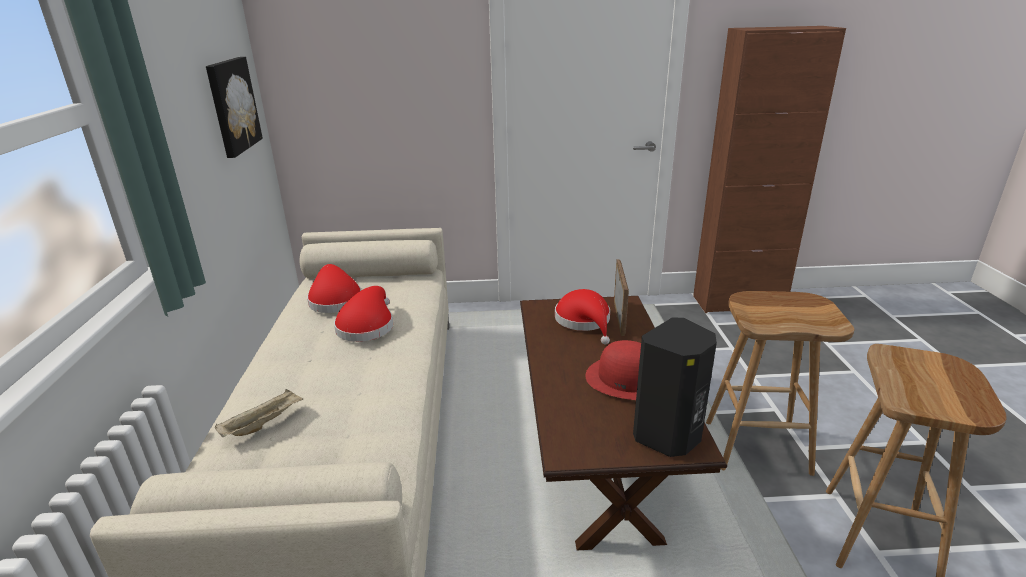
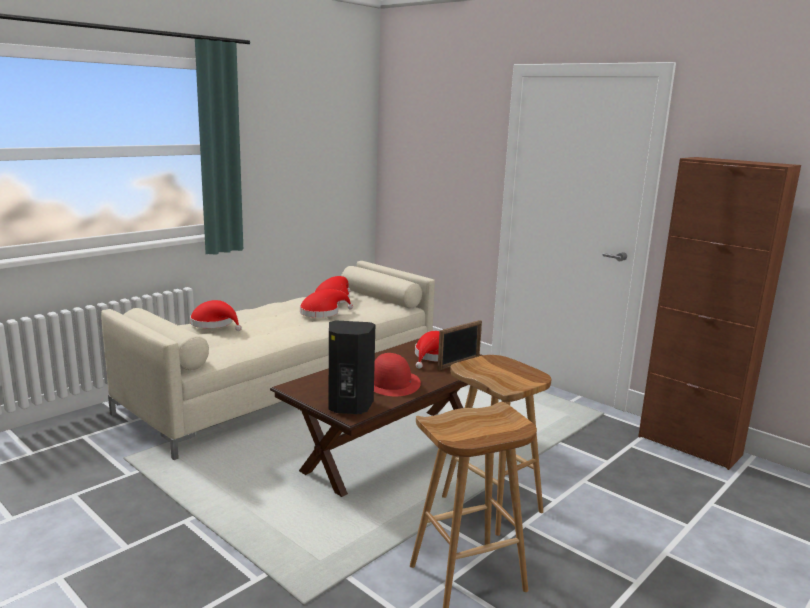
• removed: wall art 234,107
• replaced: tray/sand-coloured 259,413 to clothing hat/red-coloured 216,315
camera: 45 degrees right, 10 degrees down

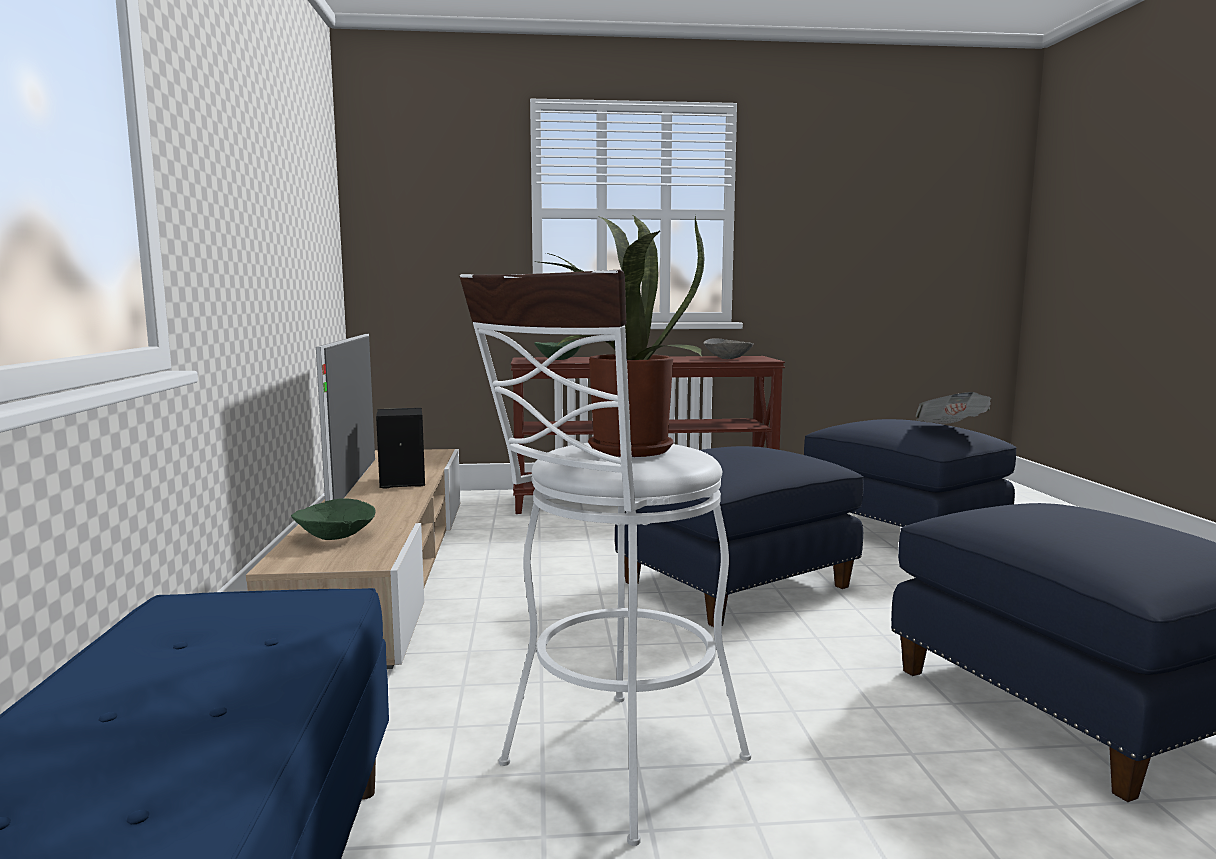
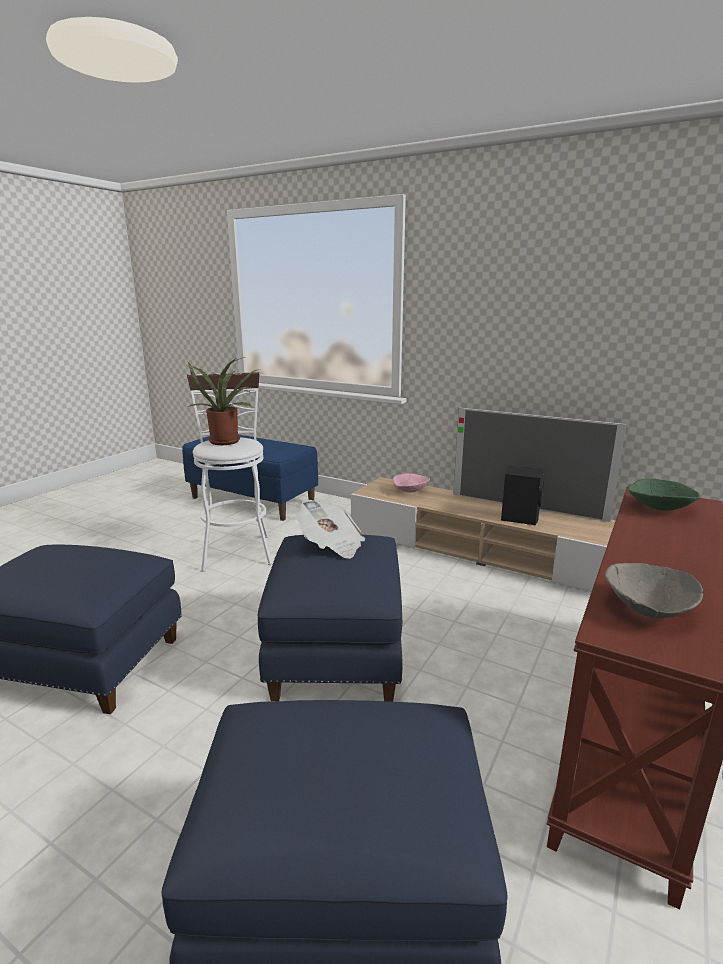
• moved: daily paper 953,408 to 330,529
• recoloured: bowl/greenish 333,519 to bowl/pinkish 411,482
camera: 125 degrees right, 10 degrees up

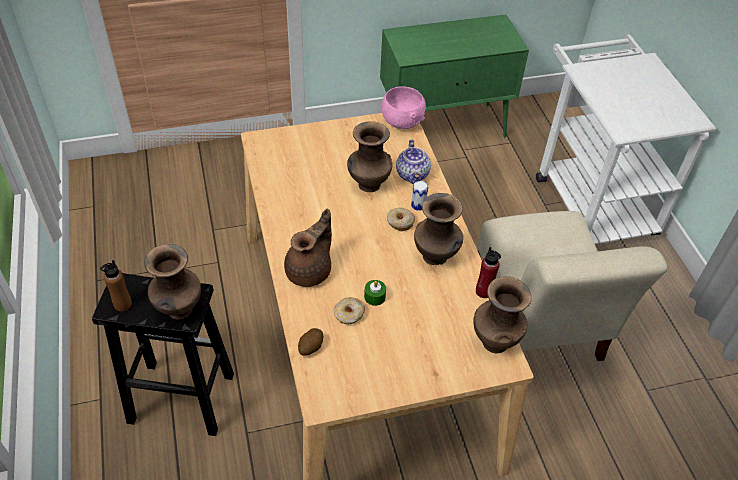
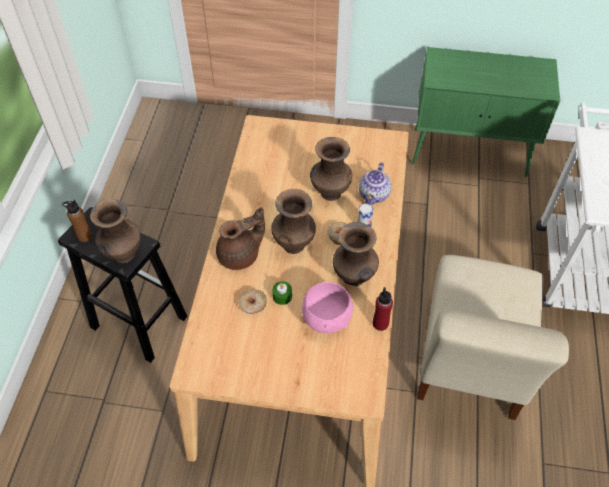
• moved: bowl/pinkish 404,107 to 327,307
• moved: vase/brownish 502,315 to 293,221
• removed: whole potato 310,342
camera: 25 degrees right, 5 degrees up

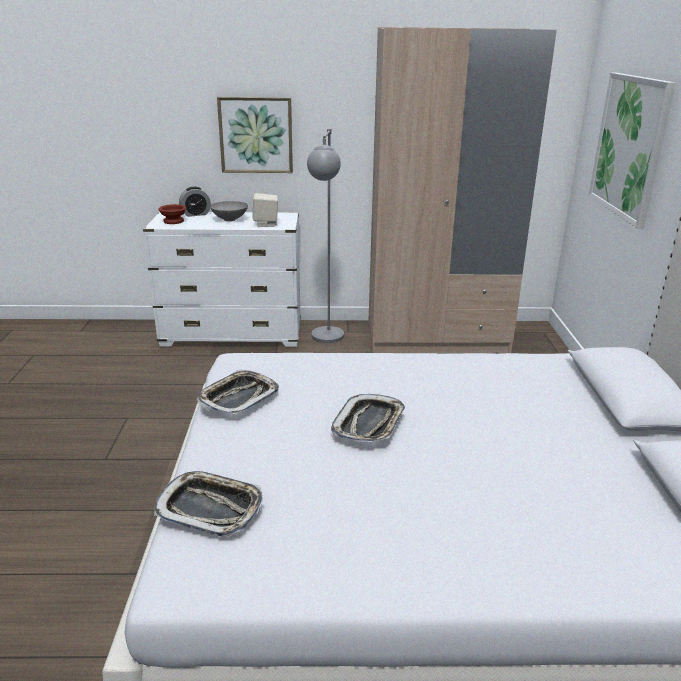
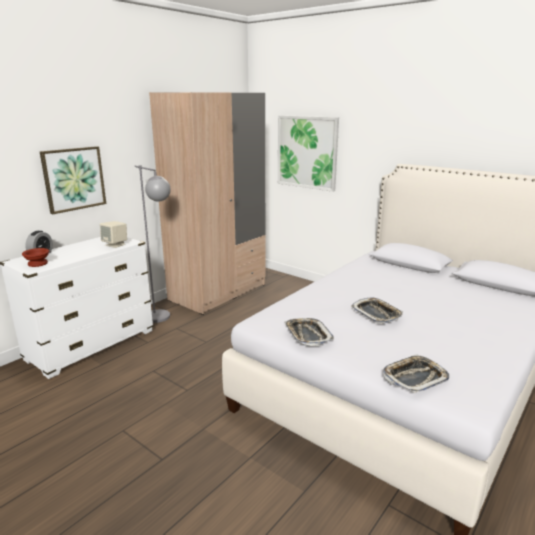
• removed: bowl/grey 229,211
camera: 50 degrees left, 5 degrees down

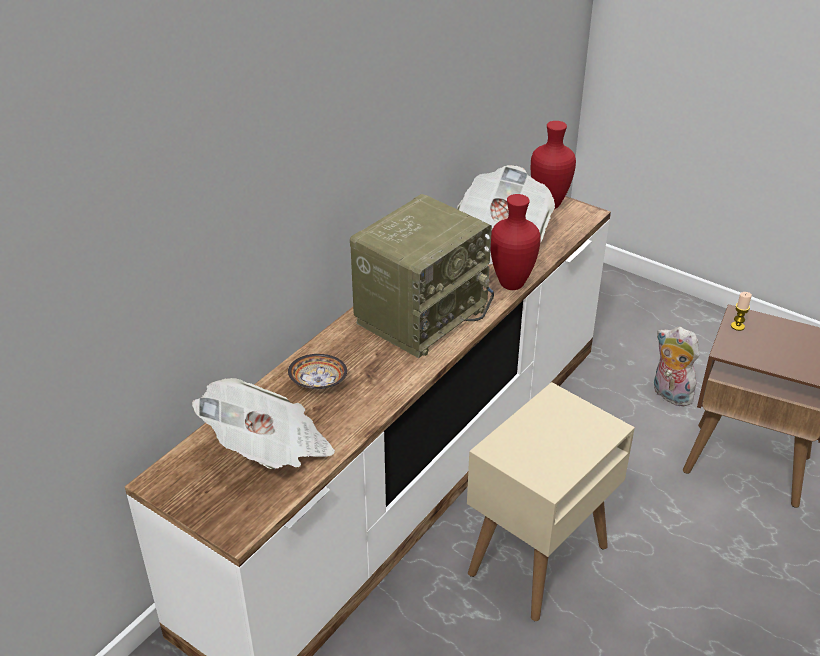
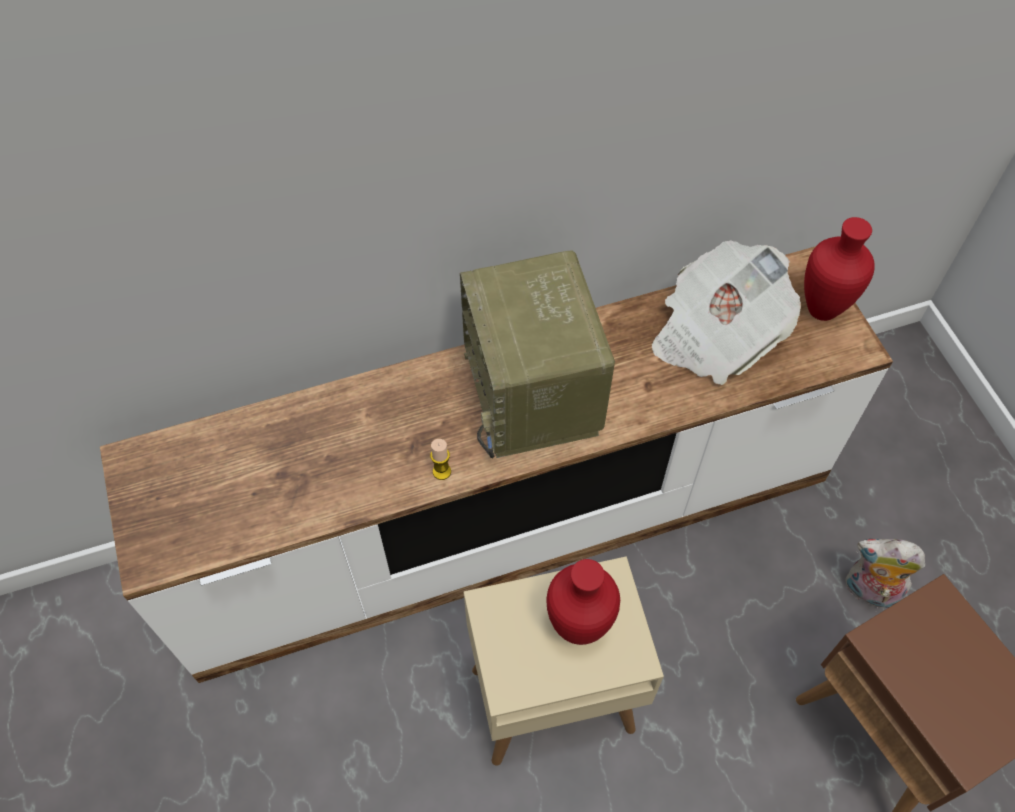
• turned: radio set 422,276 = 537,355 90 degrees clockwise
• moved: vase/red-coloured 516,242 to 583,602
• moved: candle 741,311 to 440,459
• turned: plush toy 677,366 = 885,573 60 degrees counterclockwise
• removed: bowl 317,371
• removed: daily paper 263,424
camera: 35 degrees right, 20 degrees up

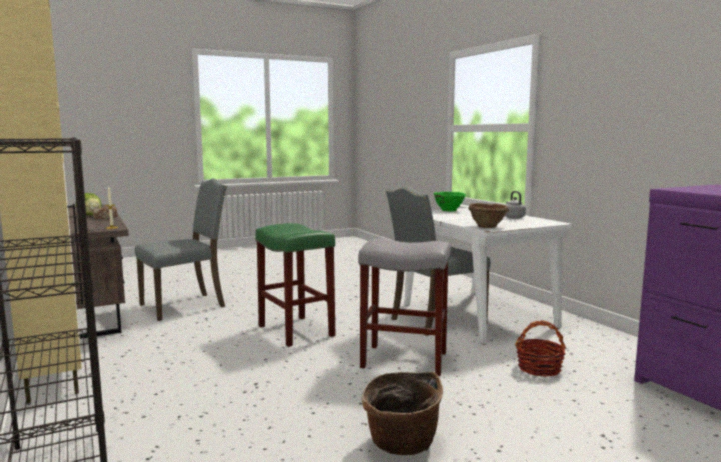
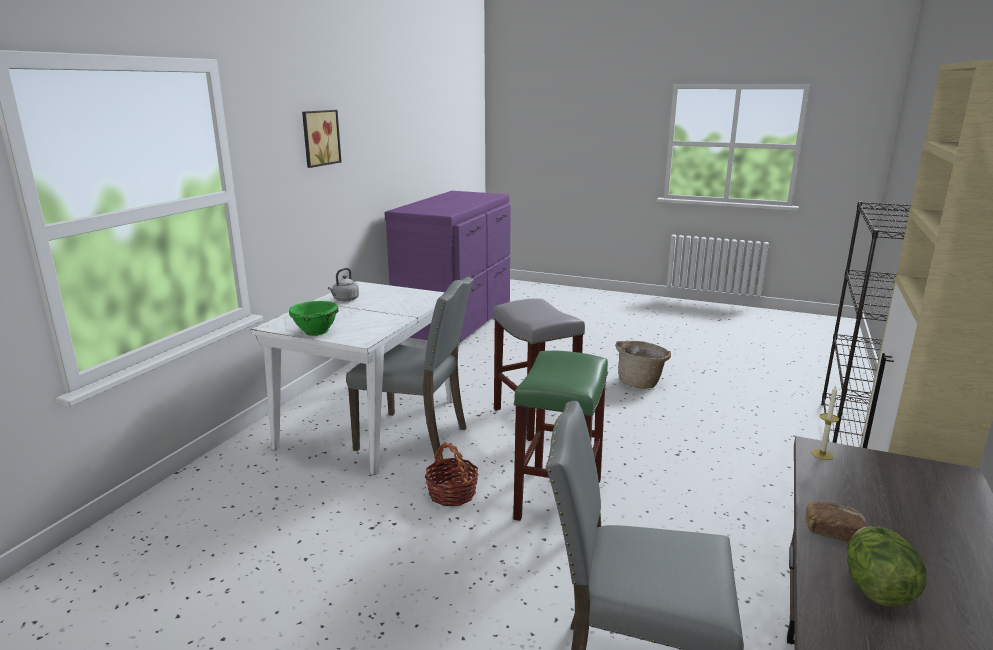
• removed: bowl/brownish 488,215
• moved: household basket 540,348 to 452,474
• added: wall art 321,139
camera: 130 degrees left, 10 degrees up

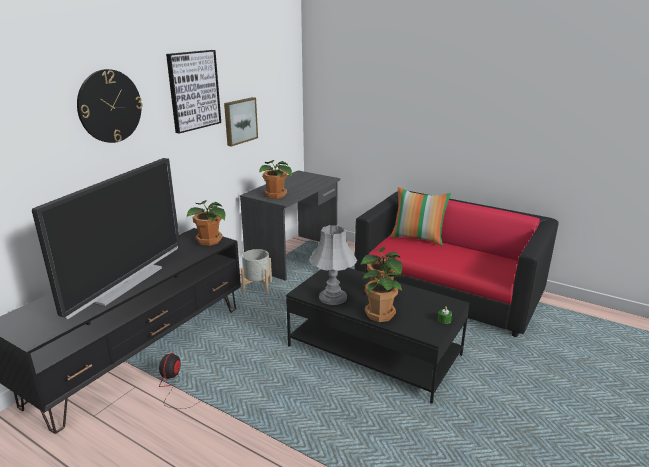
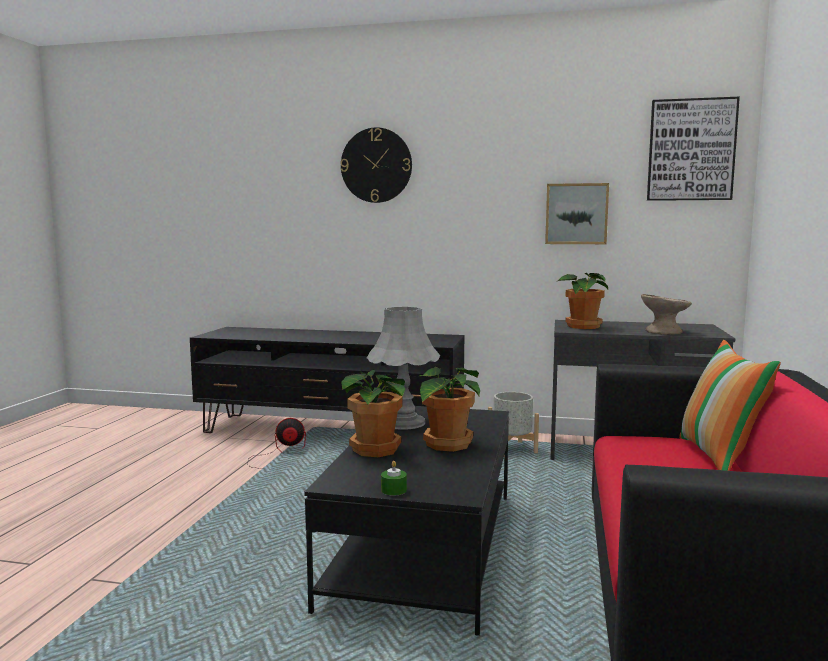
• moved: wall art 193,92 to 693,149
• removed: television 106,238
• removed: houseplant 206,223
• added: bowl/sand-coloured 666,314
camera: 70 degrees right, 15 degrees down

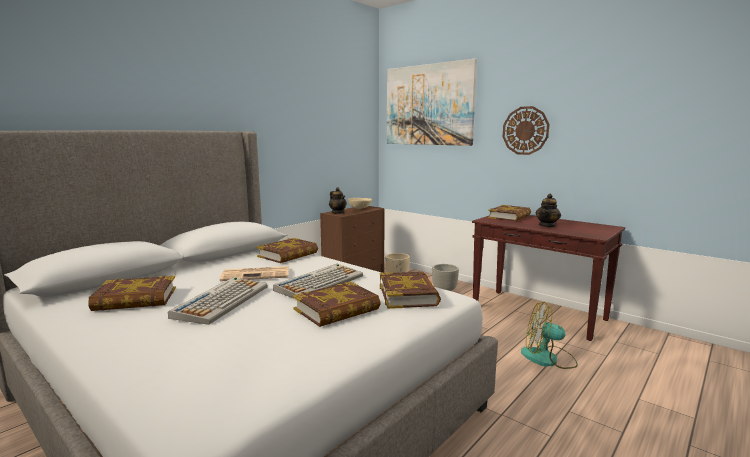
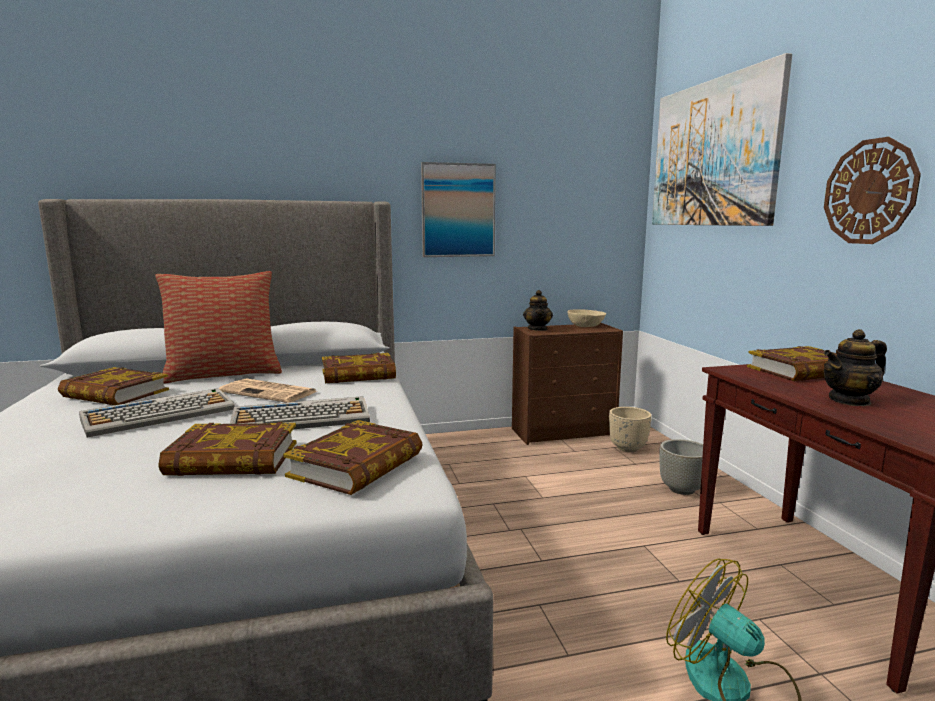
• added: wall art 458,209
• added: cushion 218,327
camera: 35 degrees right, 0 degrees up

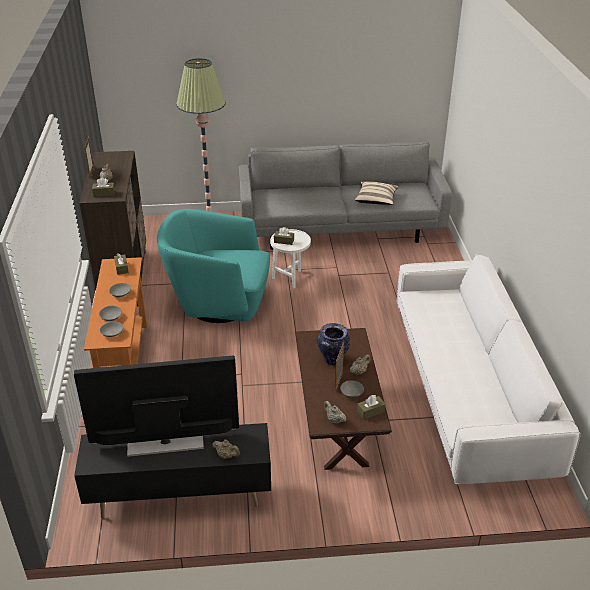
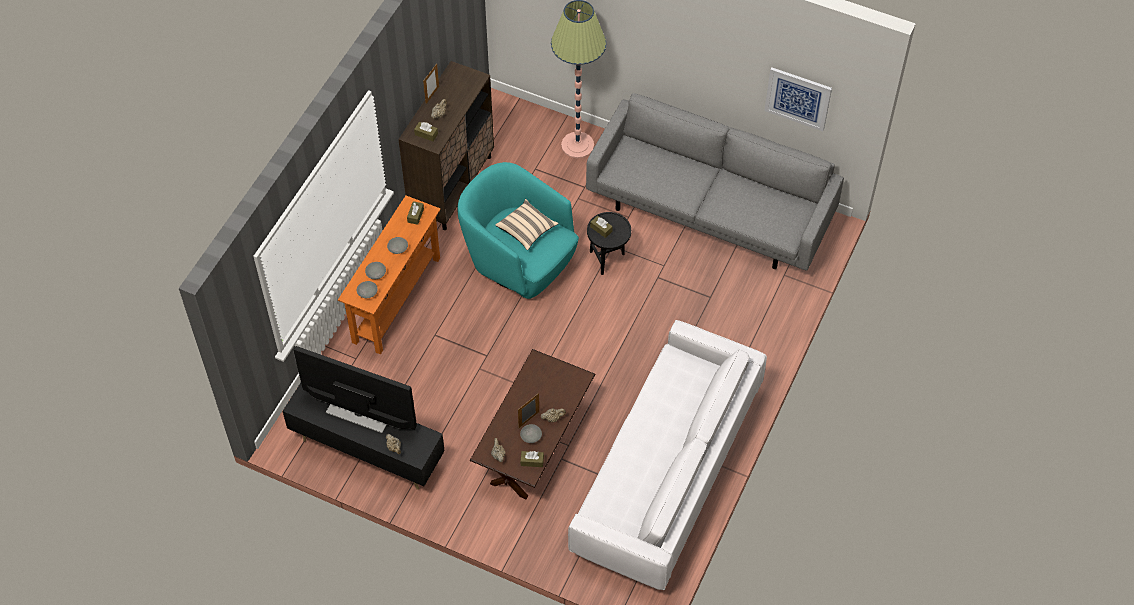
• moved: cushion/sand-coloured 376,193 to 527,224
• recoloured: side table/whitish 290,259 to side table/black-coloured 609,243
• removed: vase 333,344
• added: wall art 798,99
camera: 30 degrees right, 20 degrees up

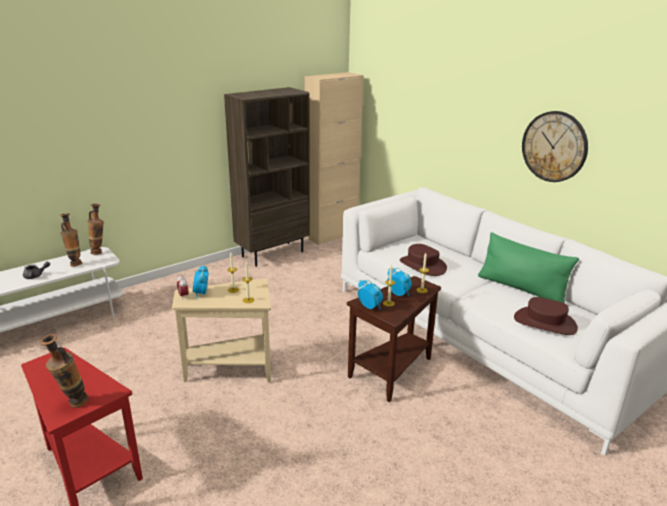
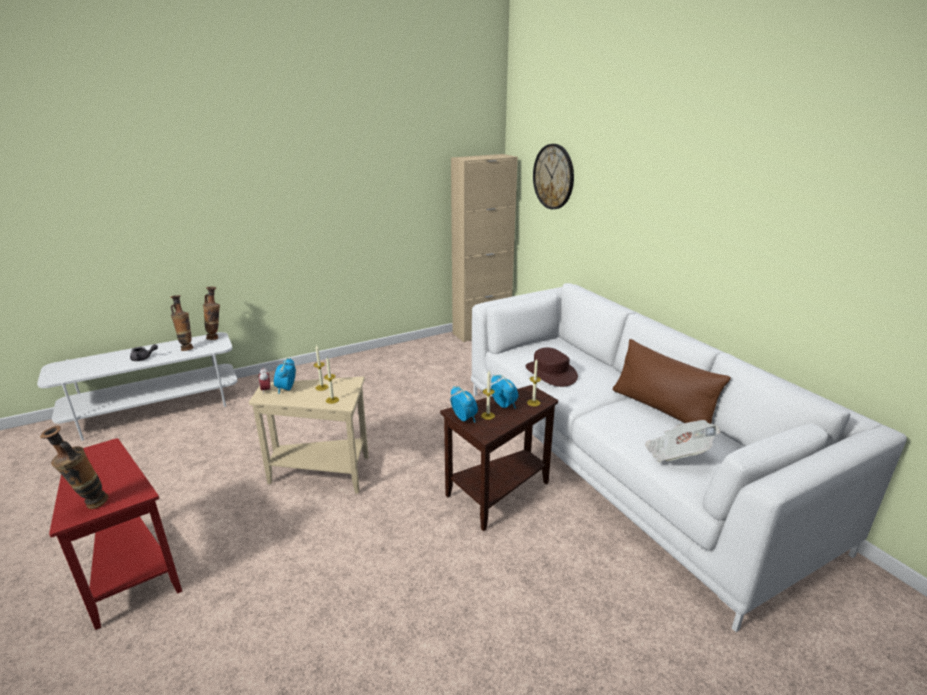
• removed: bookshelf/brownish 267,177
• moved: wall clock 555,146 to 553,176
• recoloured: cushion/greenish 528,267 to cushion/brownish 672,381
• replaced: clothing hat/brownish 546,316 to daily paper 682,441
camera: 10 degrees right, 0 degrees up

